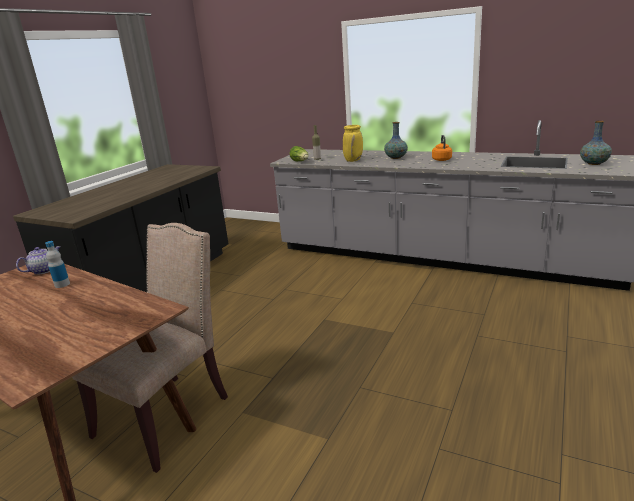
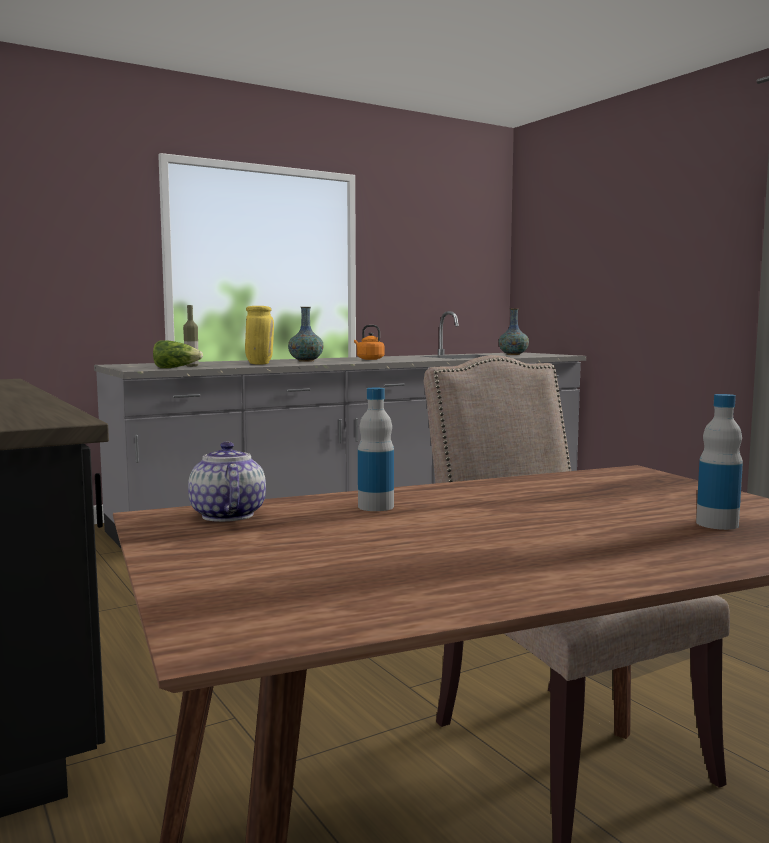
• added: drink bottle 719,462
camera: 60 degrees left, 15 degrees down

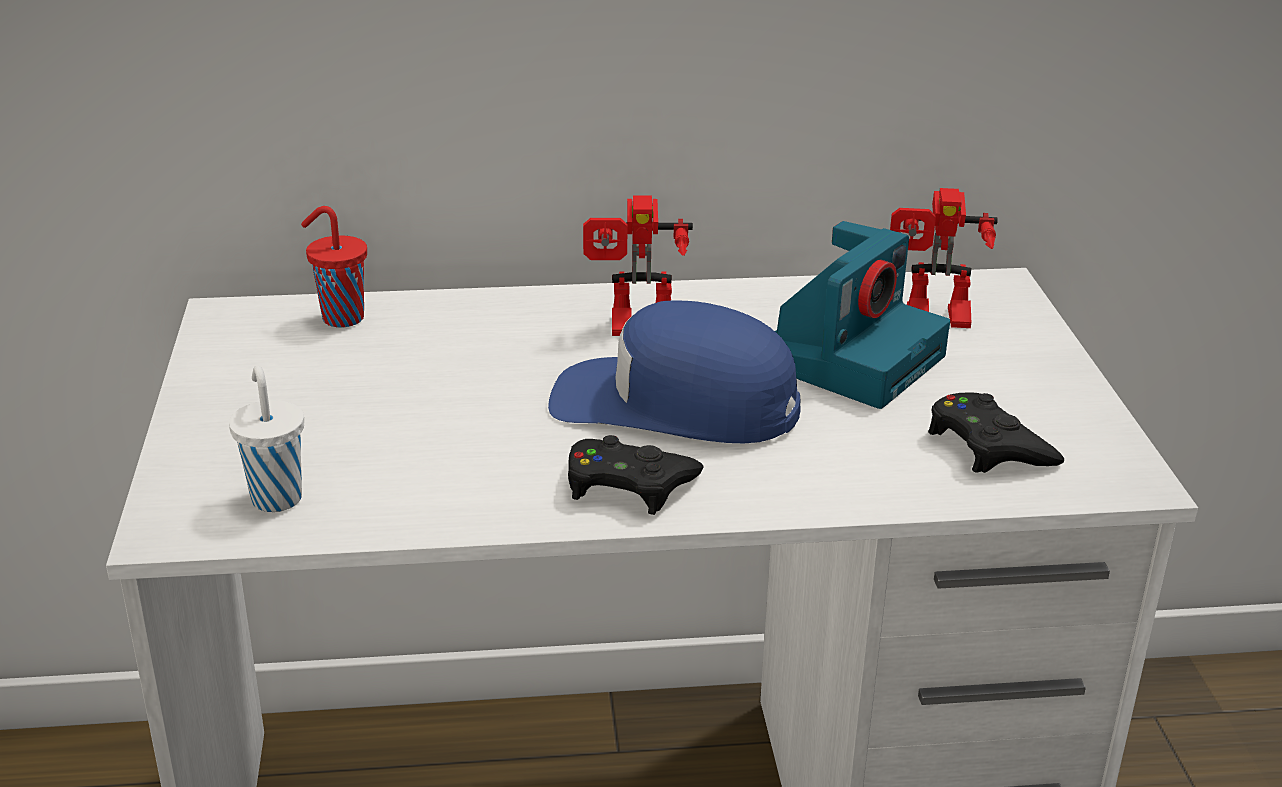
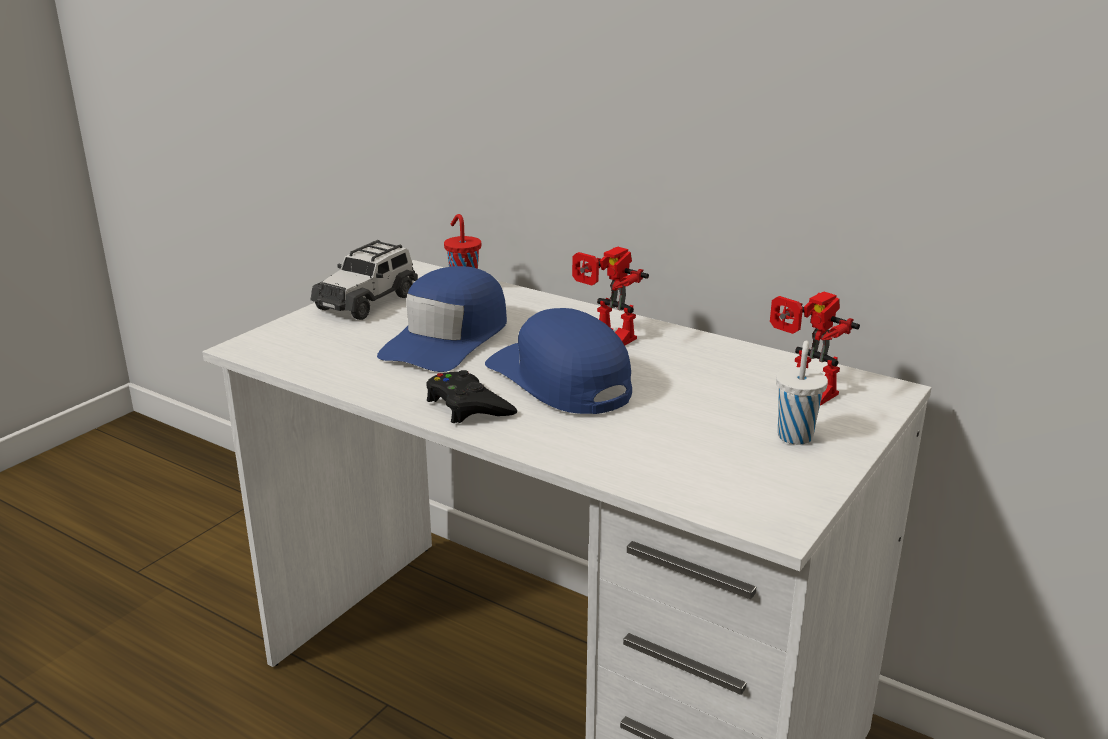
• removed: photo camera 862,315
• moved: small cup/whitish 266,439 to 802,392
• removed: gamepad/black-coloured 996,432
• added: toy car 364,280
• added: cap/blue-coloured 442,319
camera: 40 degrees right, 5 degrees down

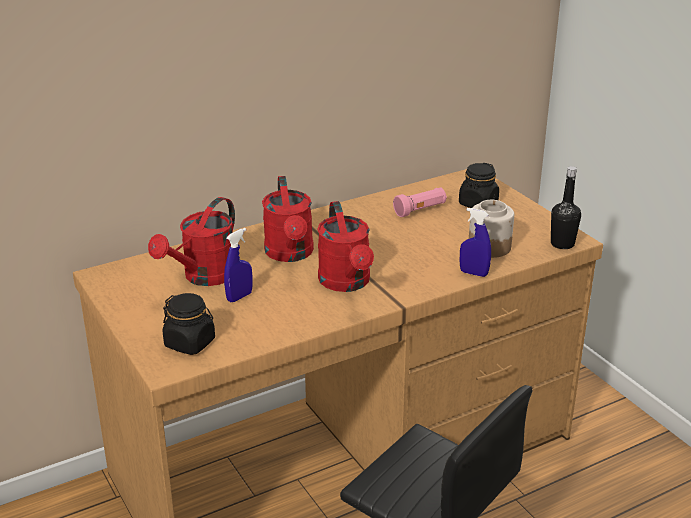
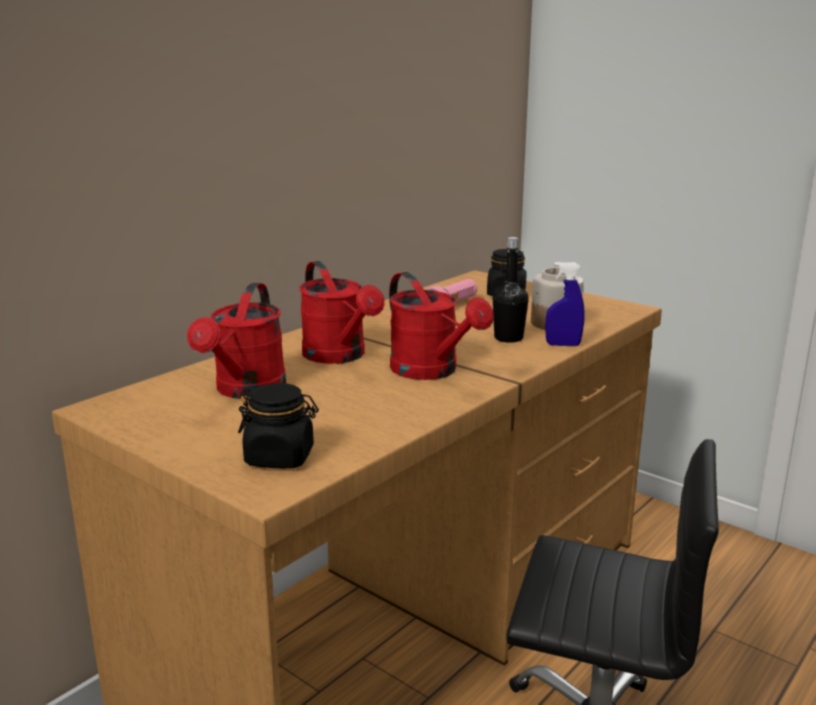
• moved: drink bottle/black-coloured 566,207 to 511,290
• removed: hand sprayer/blue-coloured 238,265
camera: 20 degrees left, 10 degrees down

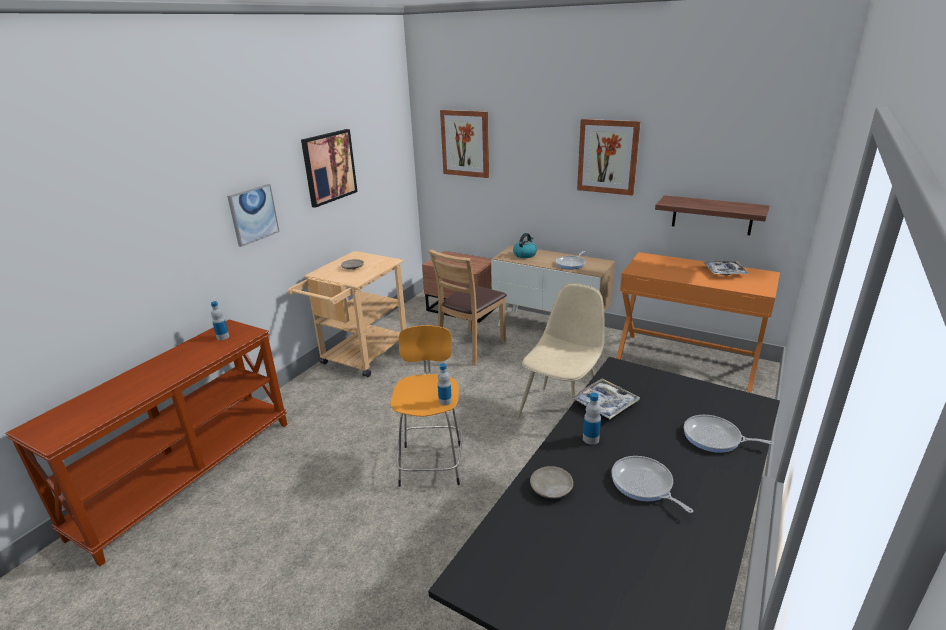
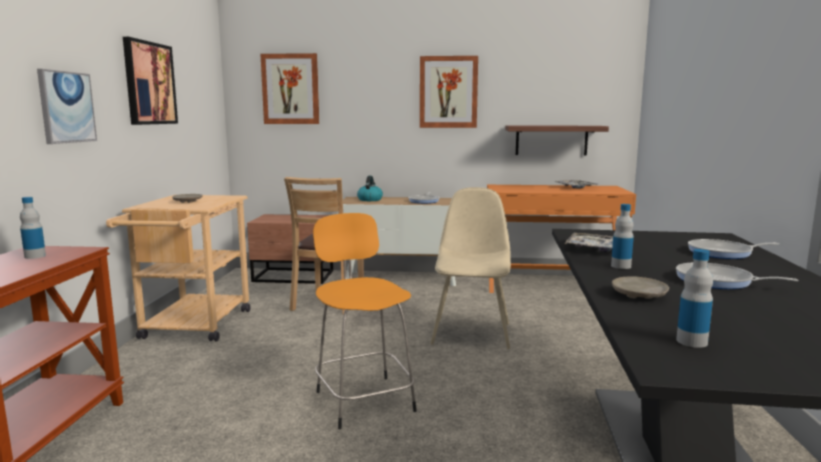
• moved: drink bottle 445,384 to 694,298
camera: 25 degrees left, 15 degrees down

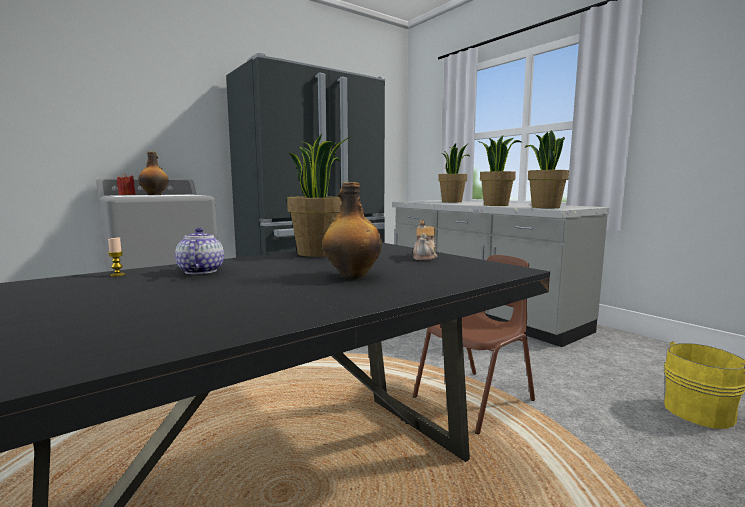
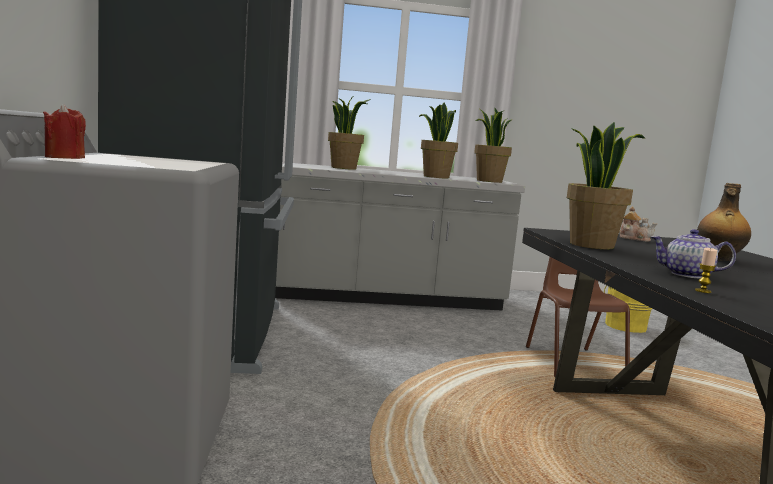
• removed: drink bottle 153,173
camera: 60 degrees left, 0 degrees up

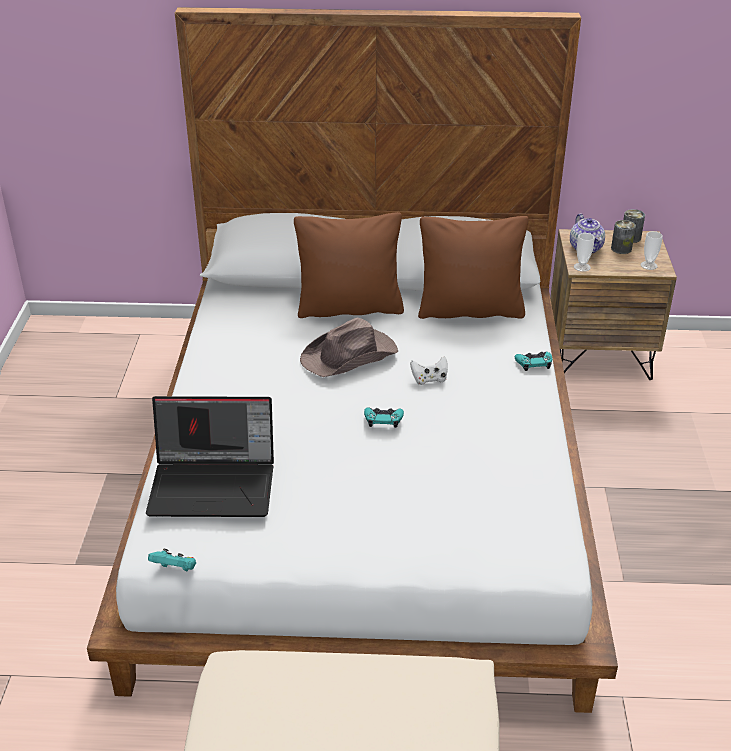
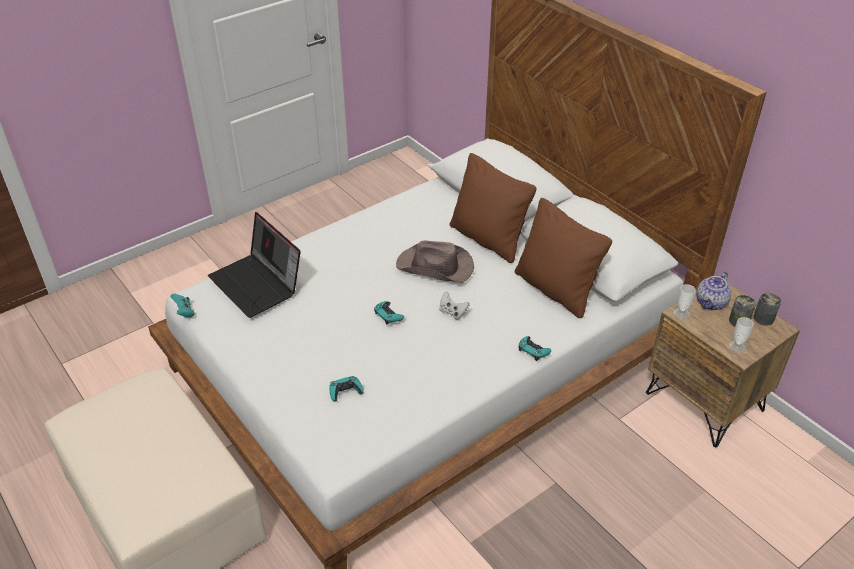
• added: gamepad/turquoise-coloured 346,389
camera: 50 degrees right, 5 degrees up

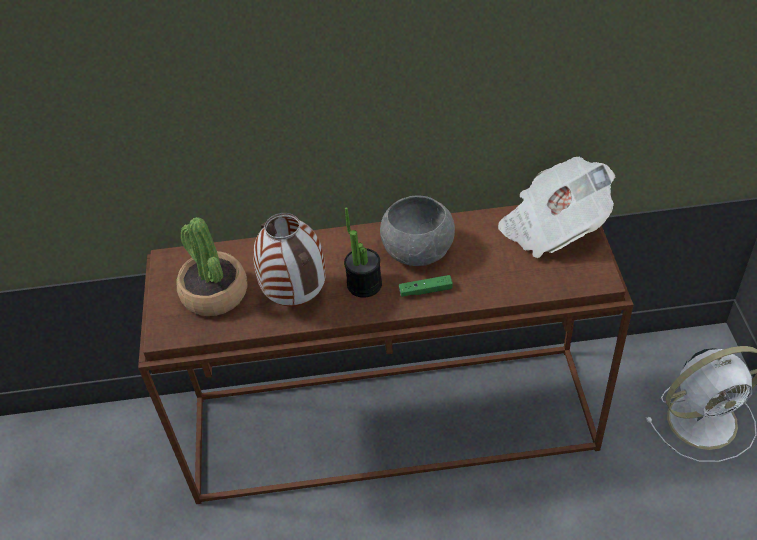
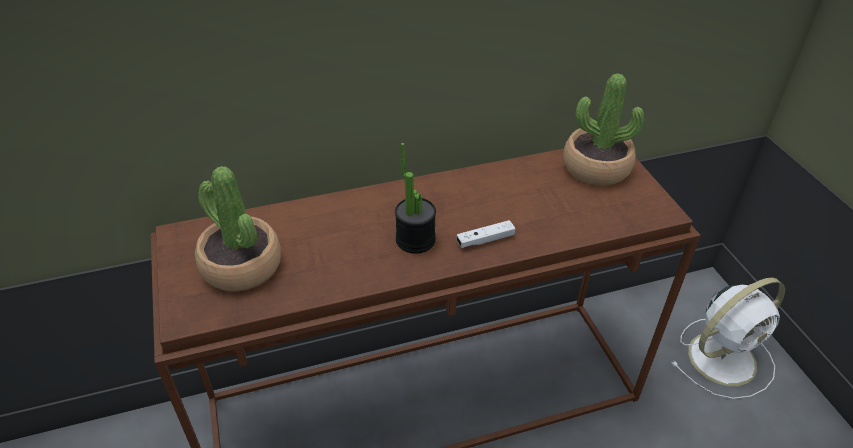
• replaced: daily paper 556,207 to houseplant 603,129
• removed: bowl/grey 417,230
• removed: vase 289,259
• recoloured: gamepad/greenish 426,286 to gamepad/whitish 486,234
camera: 15 degrees left, 5 degrees down

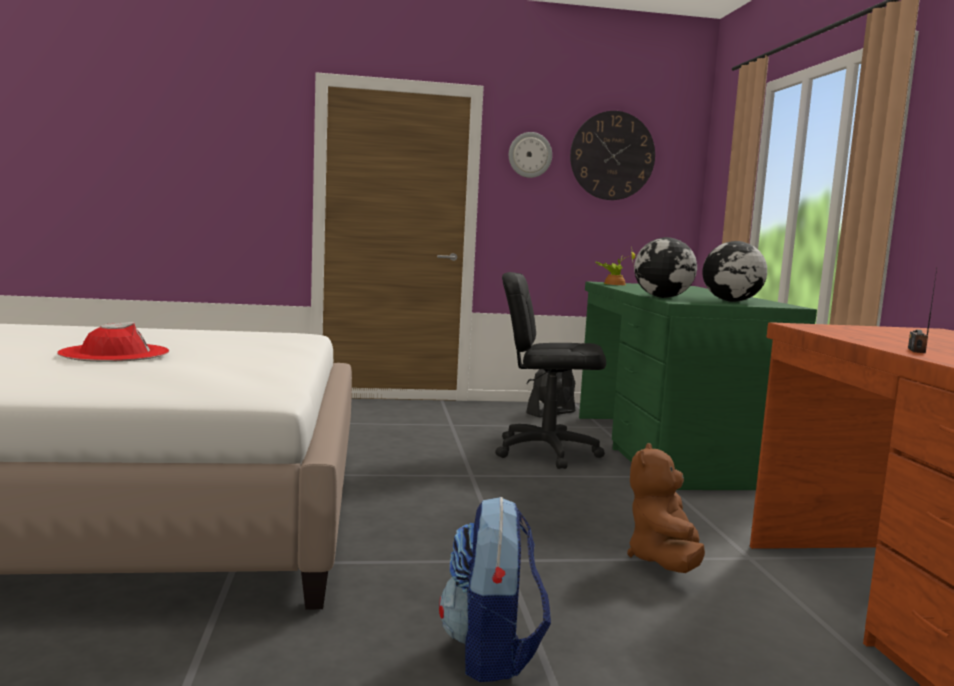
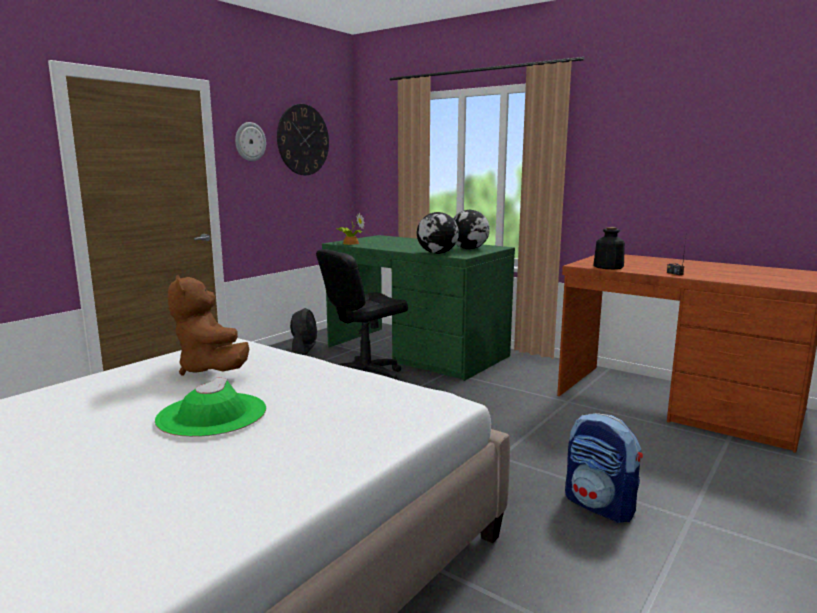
• recoloured: clothing hat/red-coloured 113,342 to clothing hat/greenish 210,407
• moved: plush toy/brownish 666,508 to 208,325
• added: drink bottle 609,248
camera: 45 degrees left, 5 degrees up

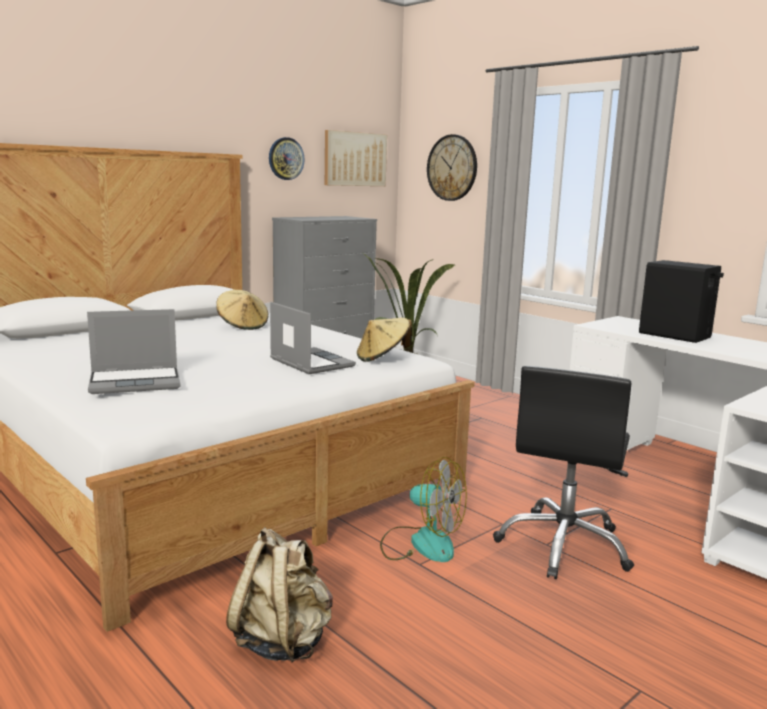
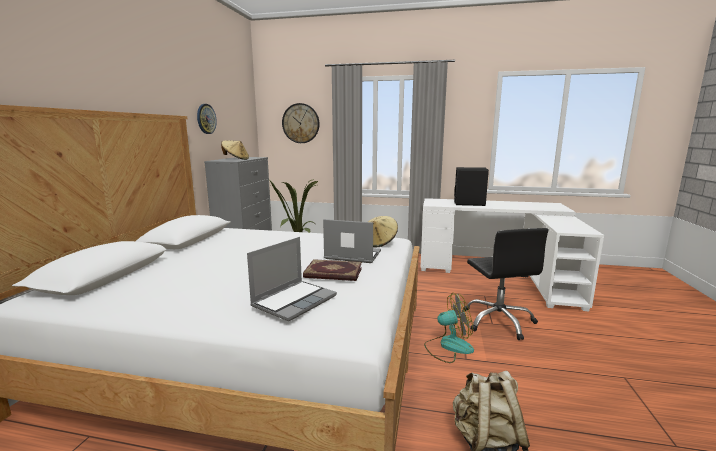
• removed: wall art 356,158
• moved: clothing hat/sand-coloured 242,310 to 235,150
• added: bound book 332,270
camera: 35 degrees left, 0 degrees up

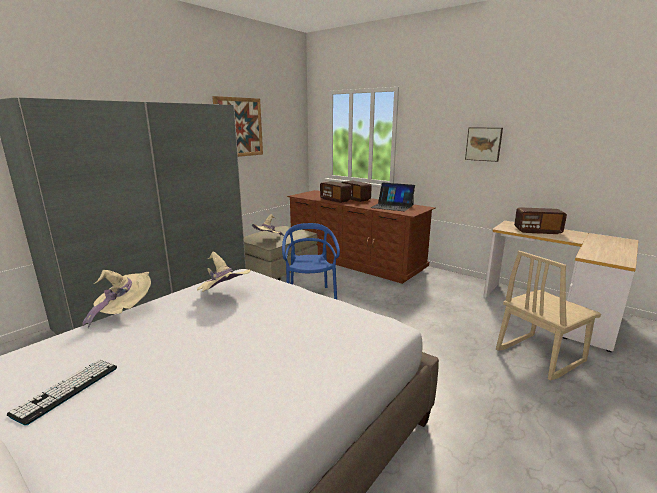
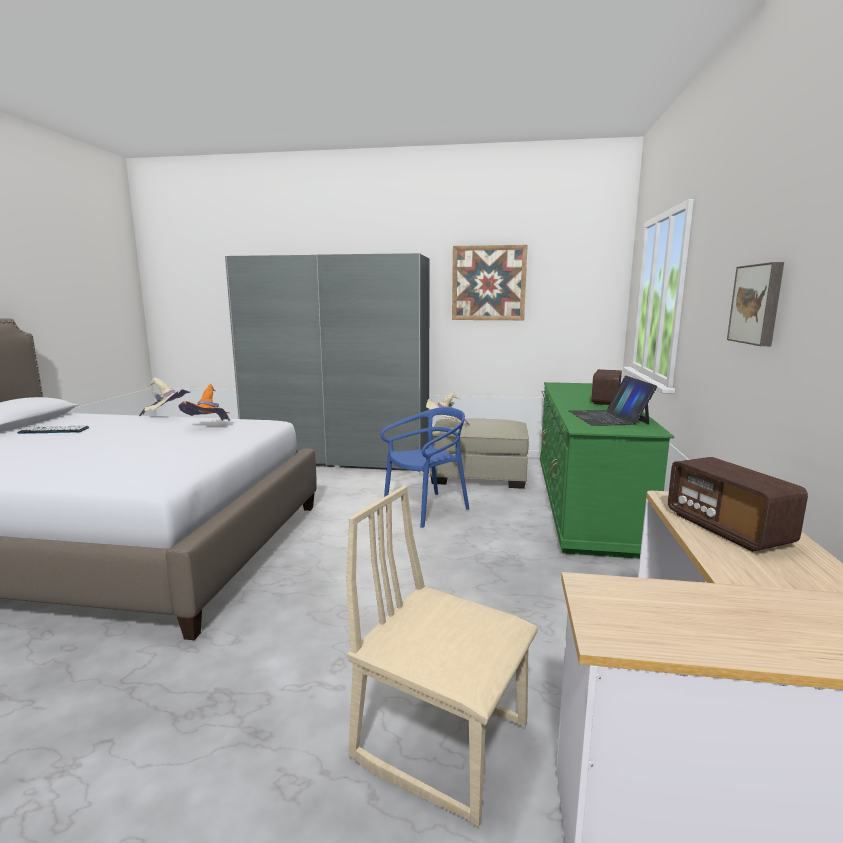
• removed: radio set 335,192
• recoloured: dresser/brownish 361,237 to dresser/greenish 607,470
• recoloured: clothing hat/sand-coloured 223,272 to clothing hat/orangey 204,402
camera: 60 degrees right, 5 degrees down

